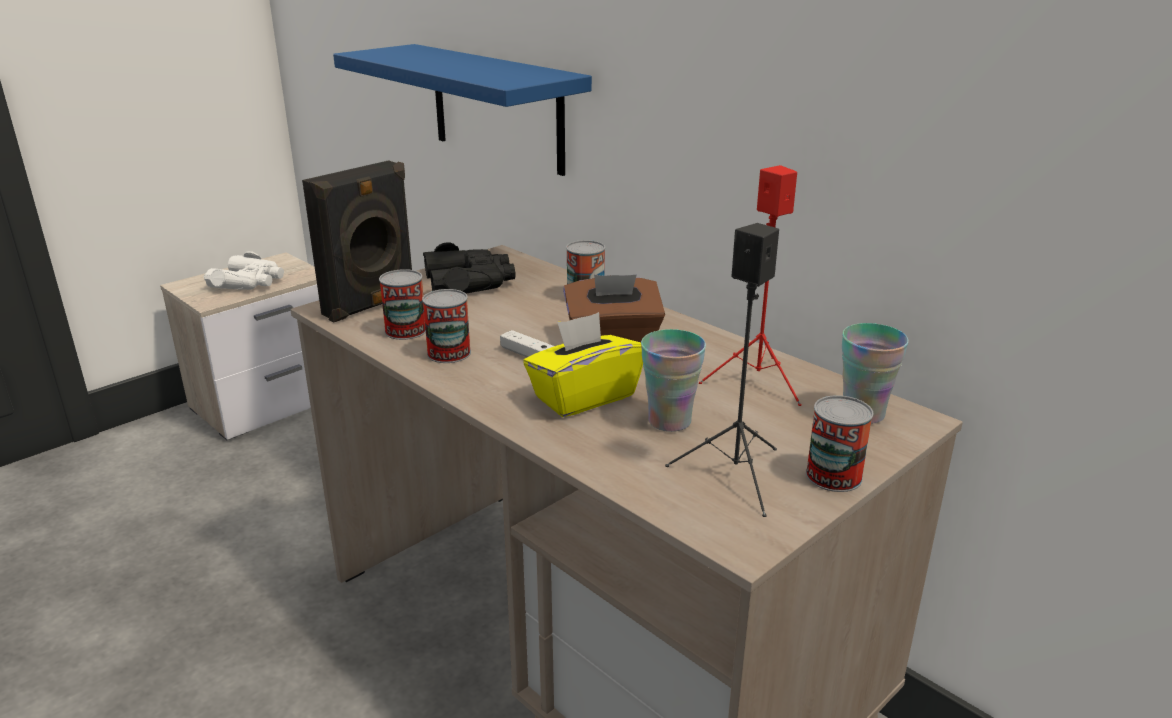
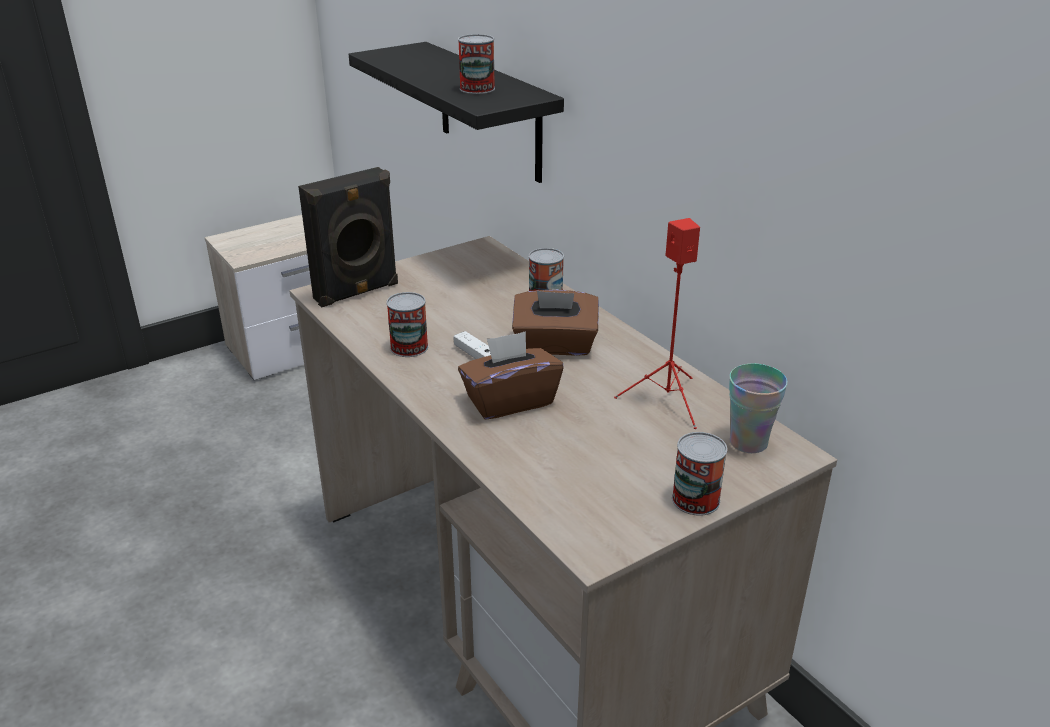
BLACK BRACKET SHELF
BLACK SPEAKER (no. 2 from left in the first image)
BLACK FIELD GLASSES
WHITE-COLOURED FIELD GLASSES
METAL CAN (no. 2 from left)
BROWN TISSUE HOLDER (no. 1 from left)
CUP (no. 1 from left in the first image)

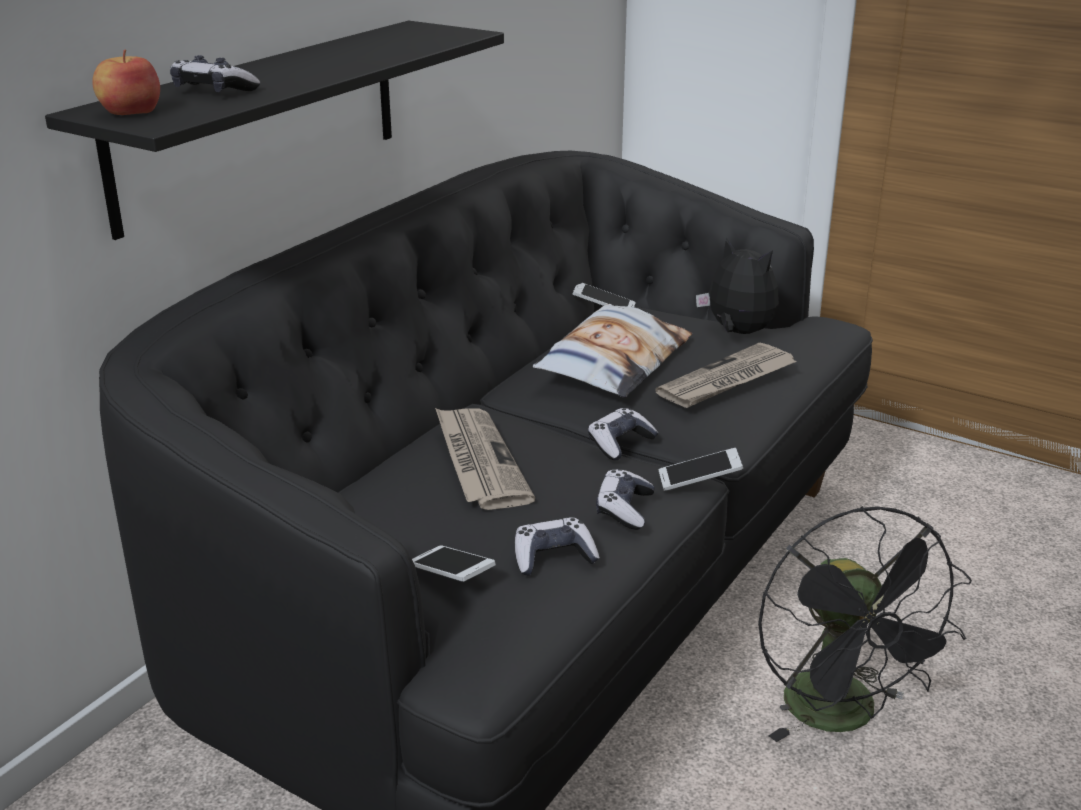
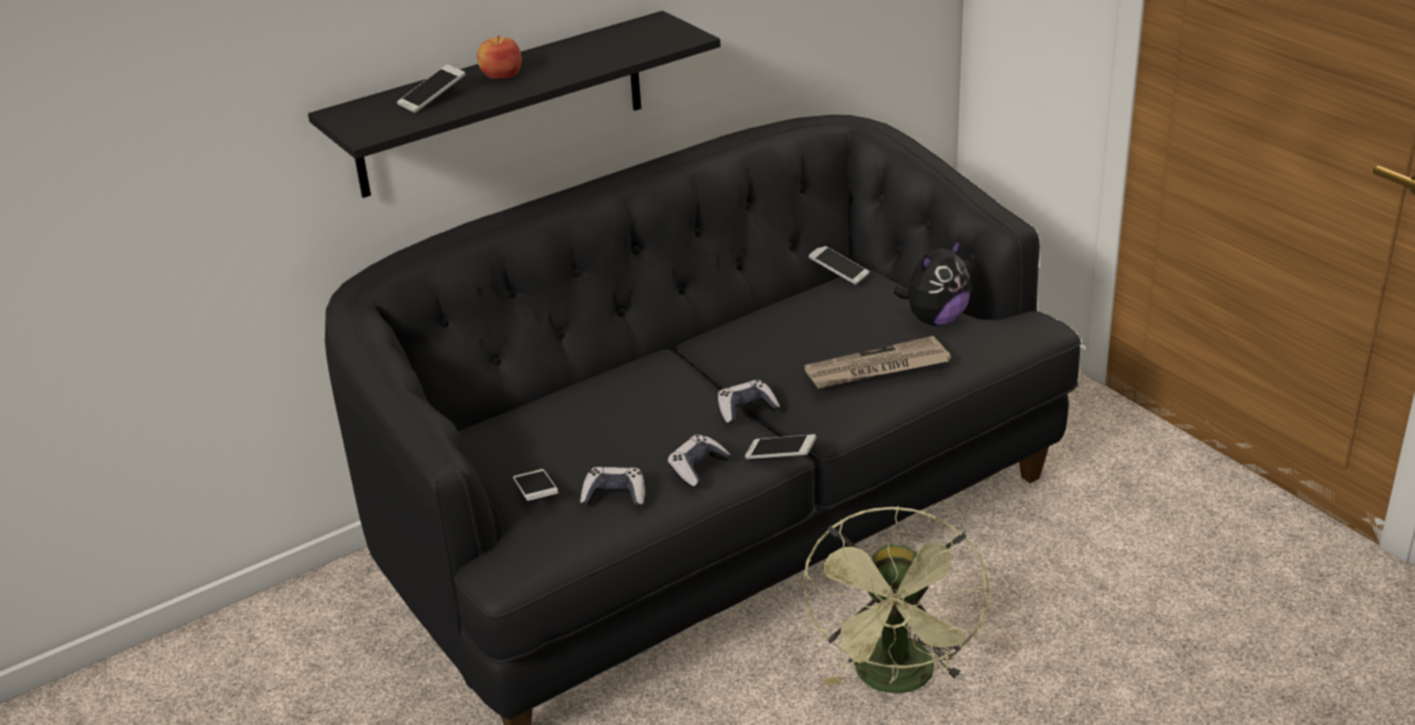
APPLE
HANDSET (no. 1 from left)
PLUSH TOY
THROW PILLOW
DAILY PAPER (no. 1 from left in the first image)
GREENISH COOLING FAN

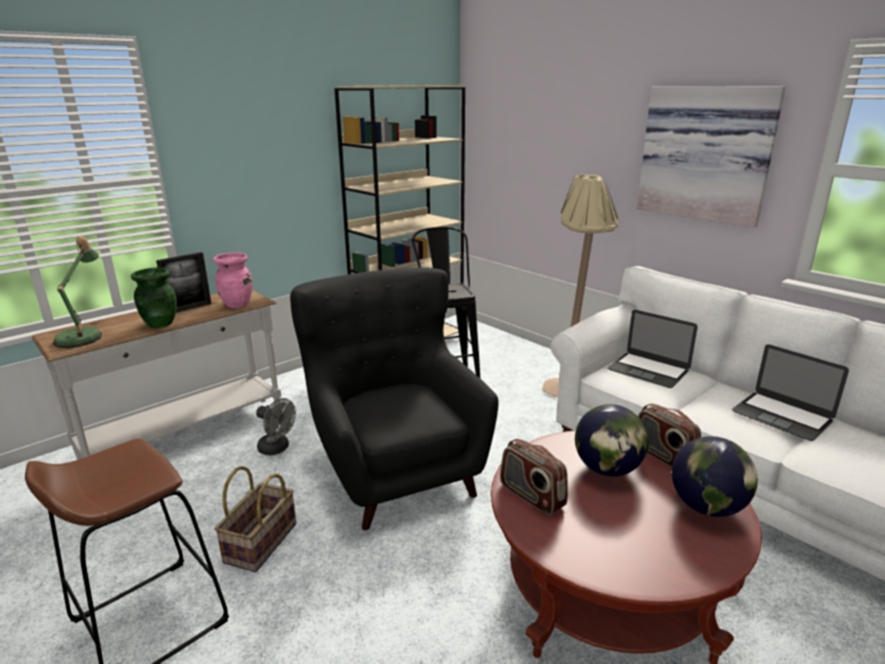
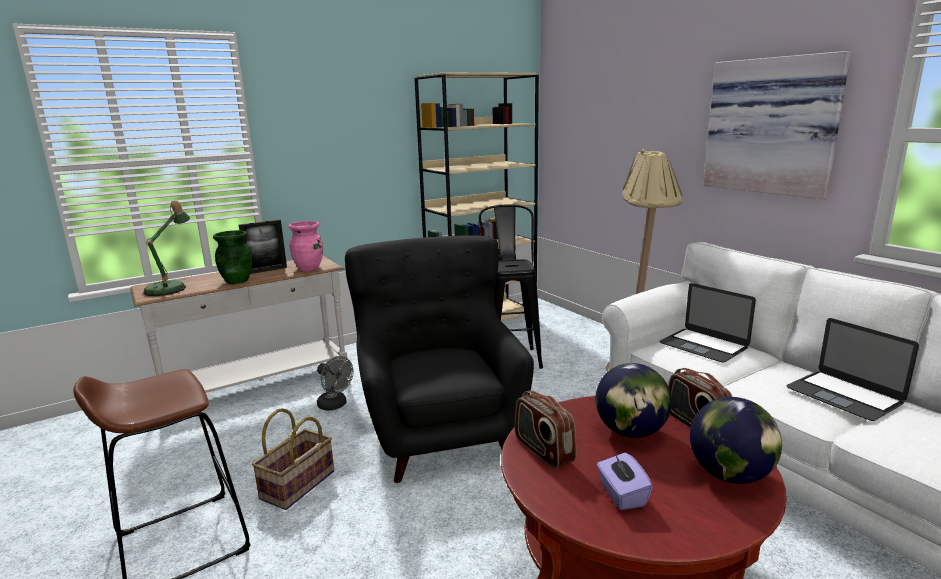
PURPLE-COLOURED TISSUE HOLDER

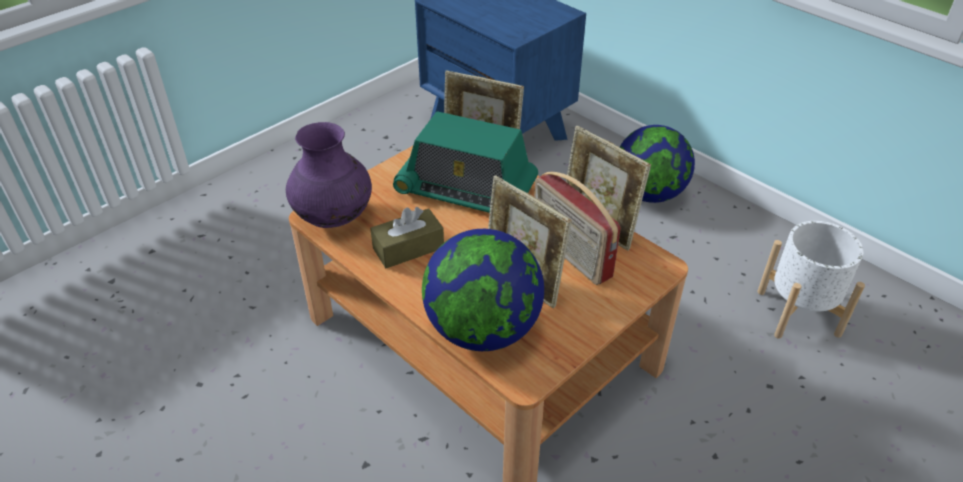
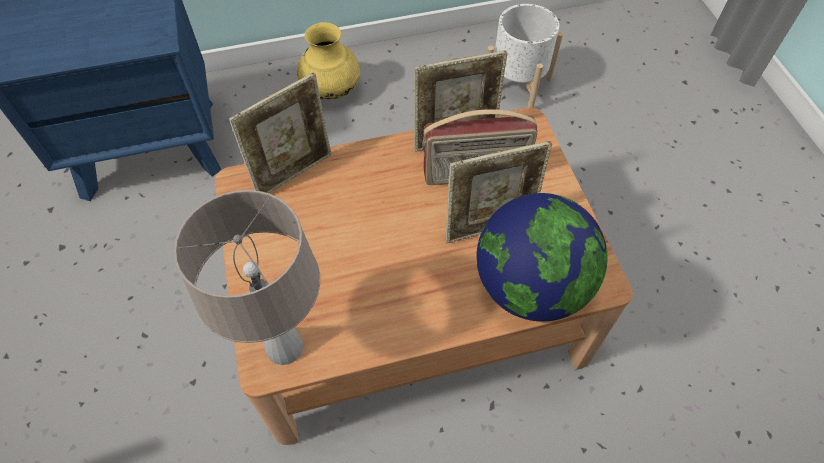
RADIO RECEIVER (no. 1 from left in the first image)
BEIGE-COLOURED TABLE LAMP
YELLOW-COLOURED DECORATIVE VASE
BROWN TISSUE HOLDER

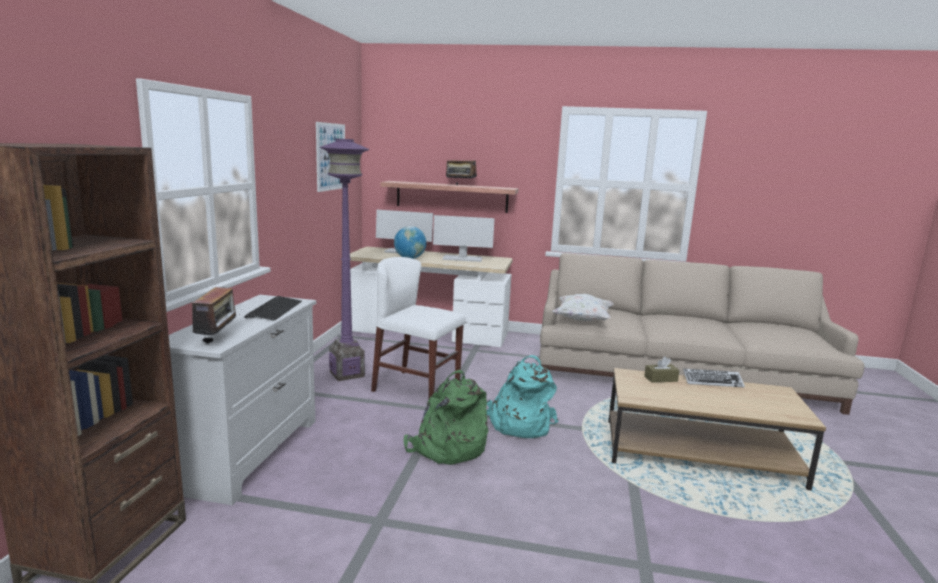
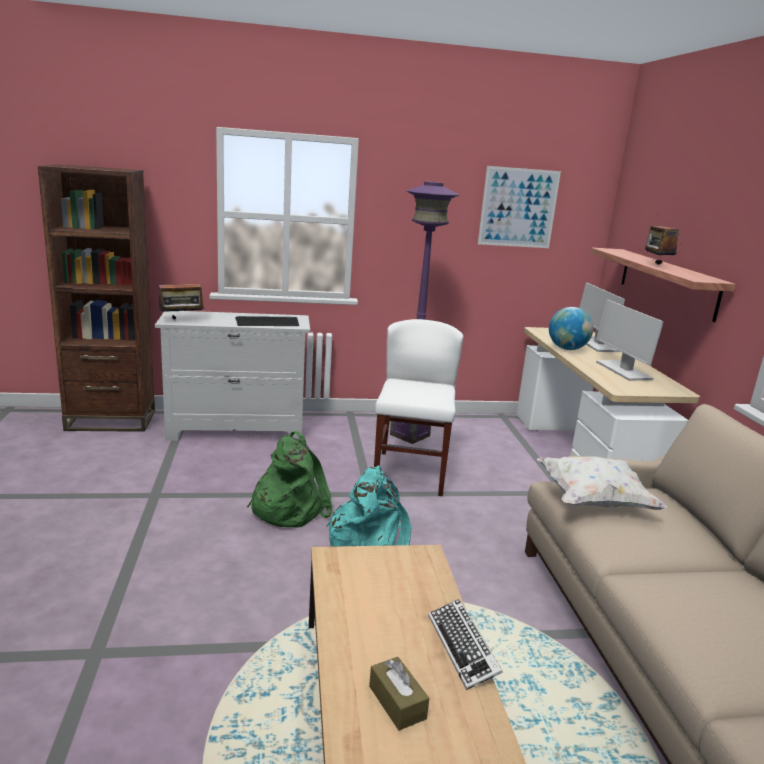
BROWN TISSUE HOLDER

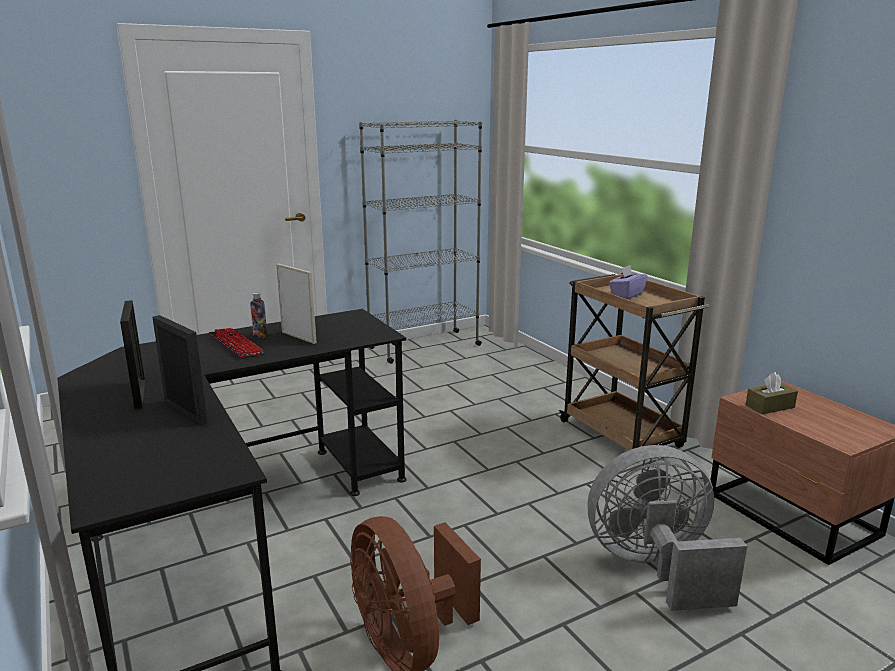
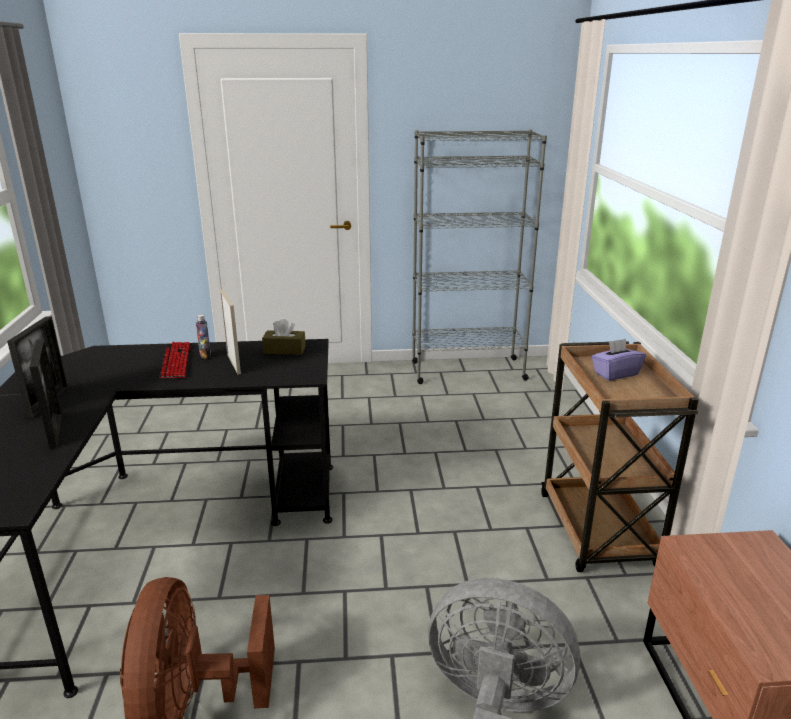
BROWN TISSUE HOLDER

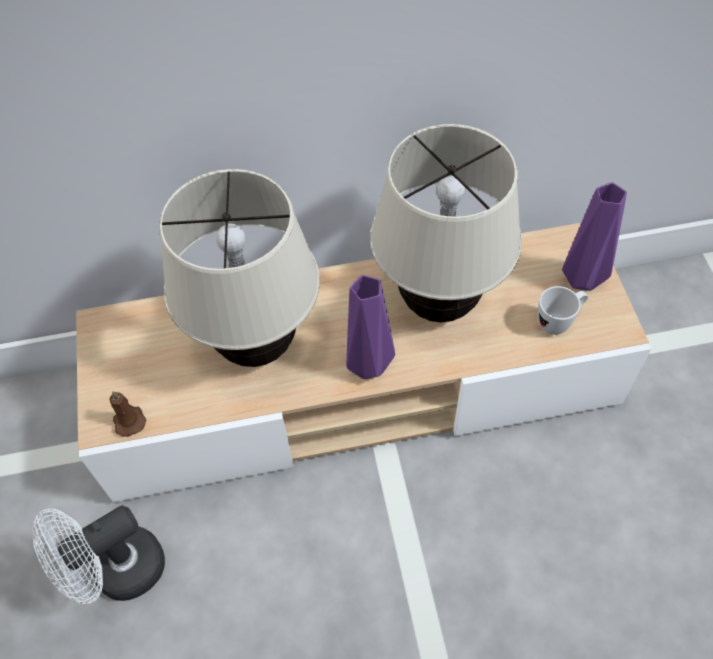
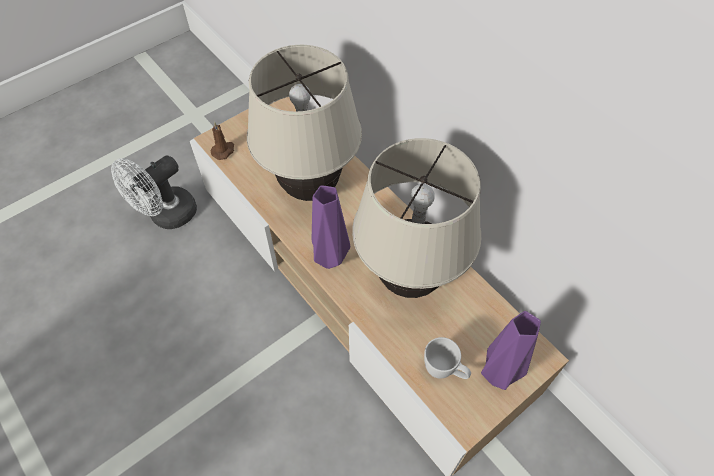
WHITE-COLOURED COOLING FAN

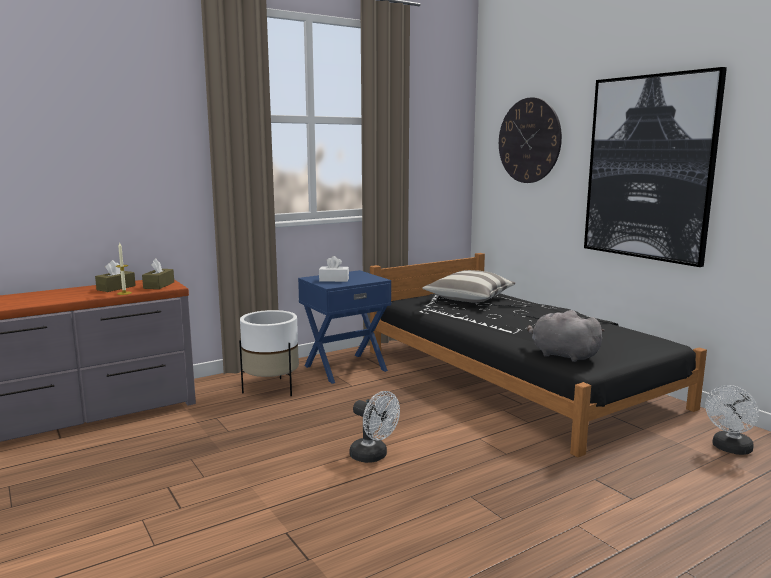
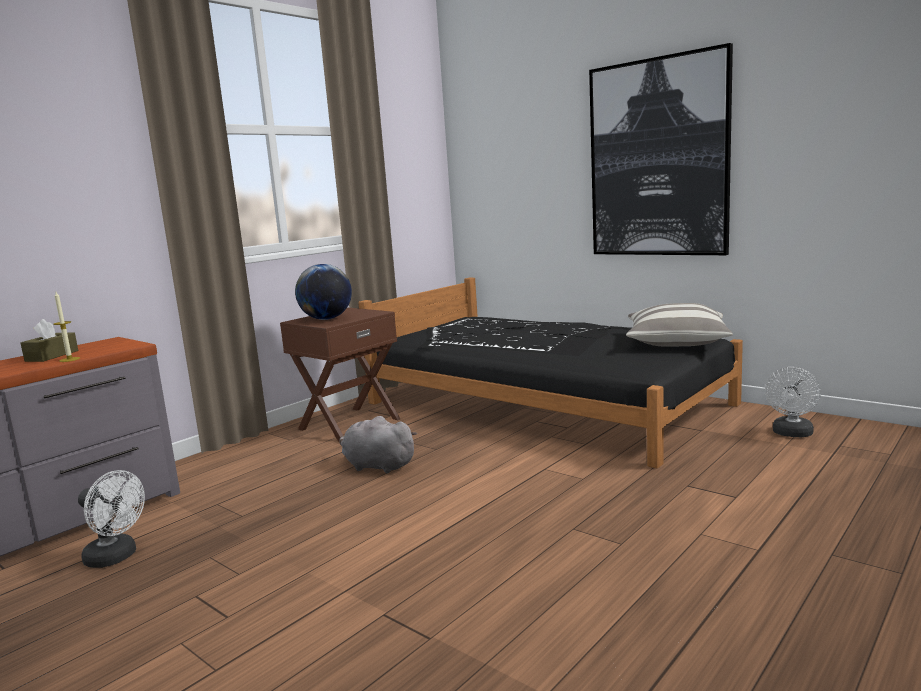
WALL CLOCK
DESK GLOBE
BROWN TISSUE HOLDER (no. 2 from left in the first image)
BROWN NIGHT TABLE
THROW PILLOW
WHITE-COLOURED FLOWER POT
GREY PLUSH TOY
WHITE-COLOURED COOLING FAN (no. 1 from left)

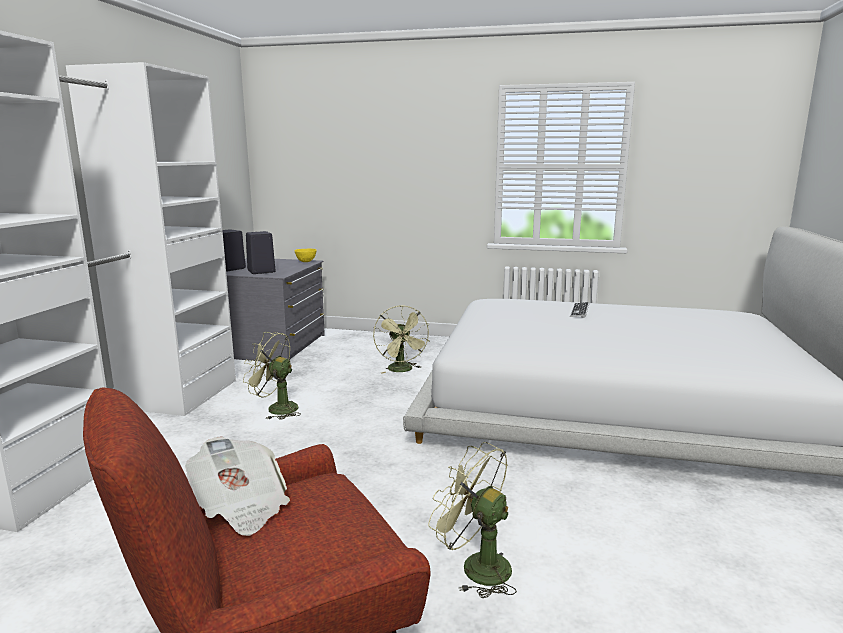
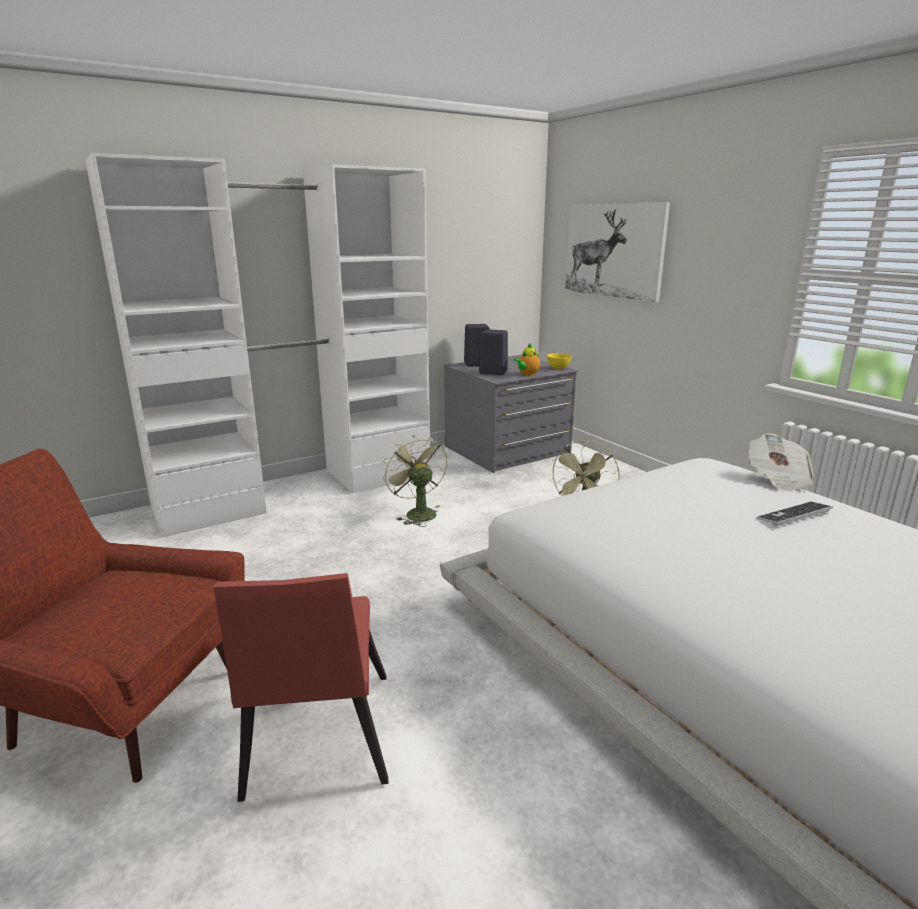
DAILY PAPER
RED-COLOURED UPRIGHT CHAIR
WALL PICTURE
POT FOR TEA

